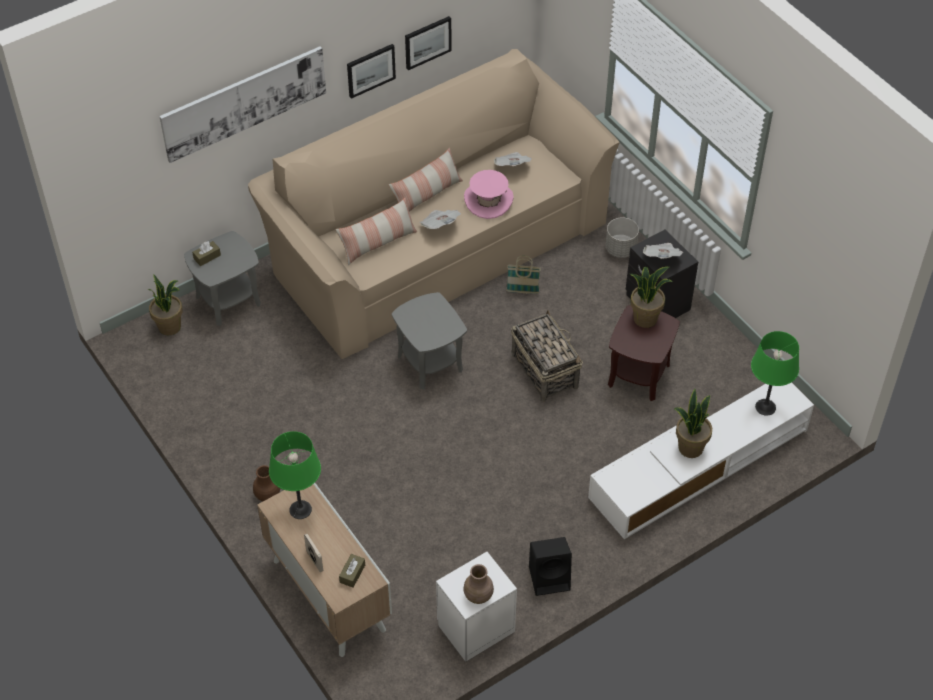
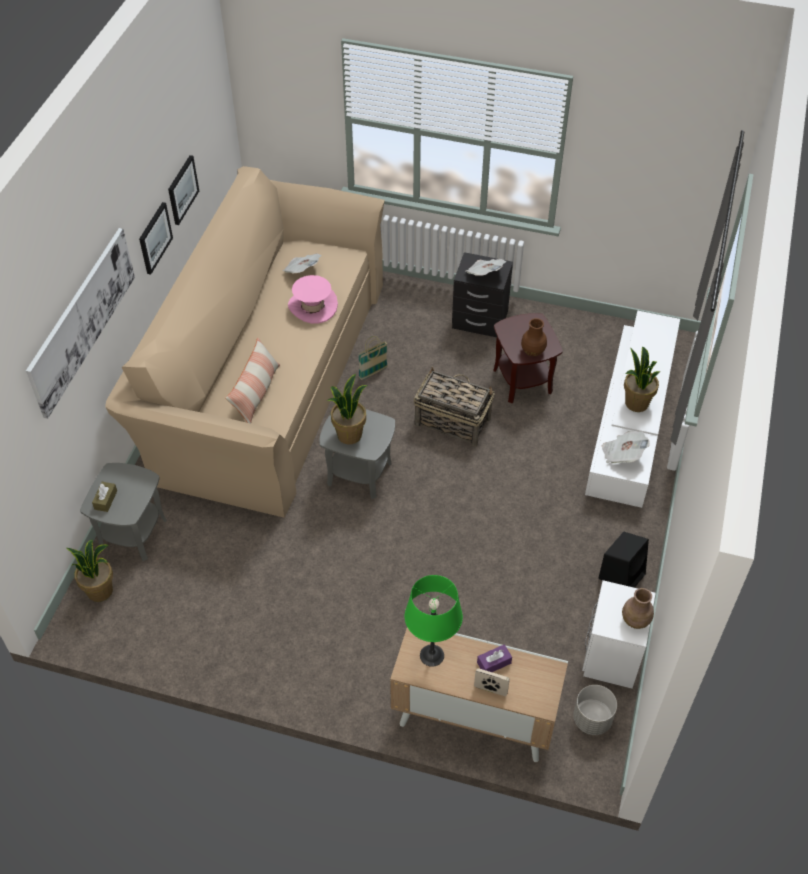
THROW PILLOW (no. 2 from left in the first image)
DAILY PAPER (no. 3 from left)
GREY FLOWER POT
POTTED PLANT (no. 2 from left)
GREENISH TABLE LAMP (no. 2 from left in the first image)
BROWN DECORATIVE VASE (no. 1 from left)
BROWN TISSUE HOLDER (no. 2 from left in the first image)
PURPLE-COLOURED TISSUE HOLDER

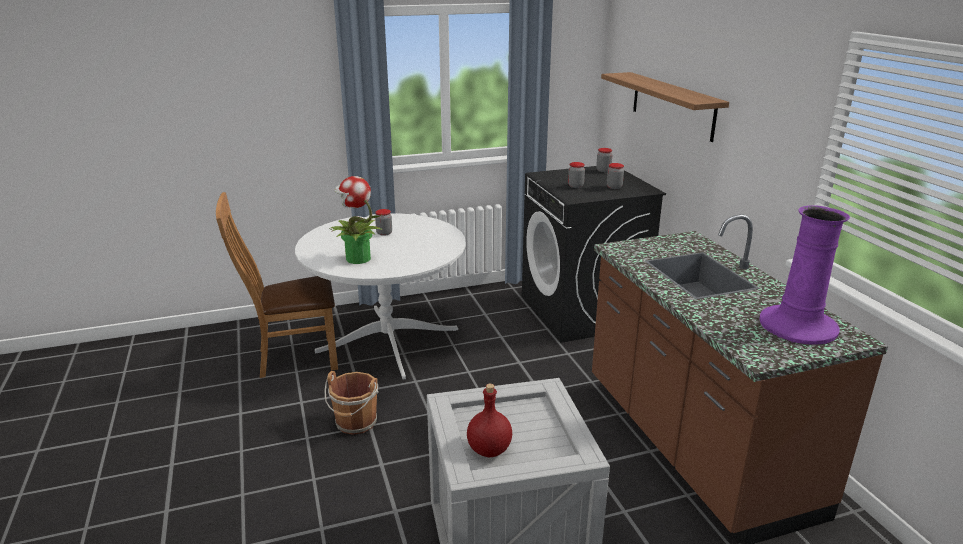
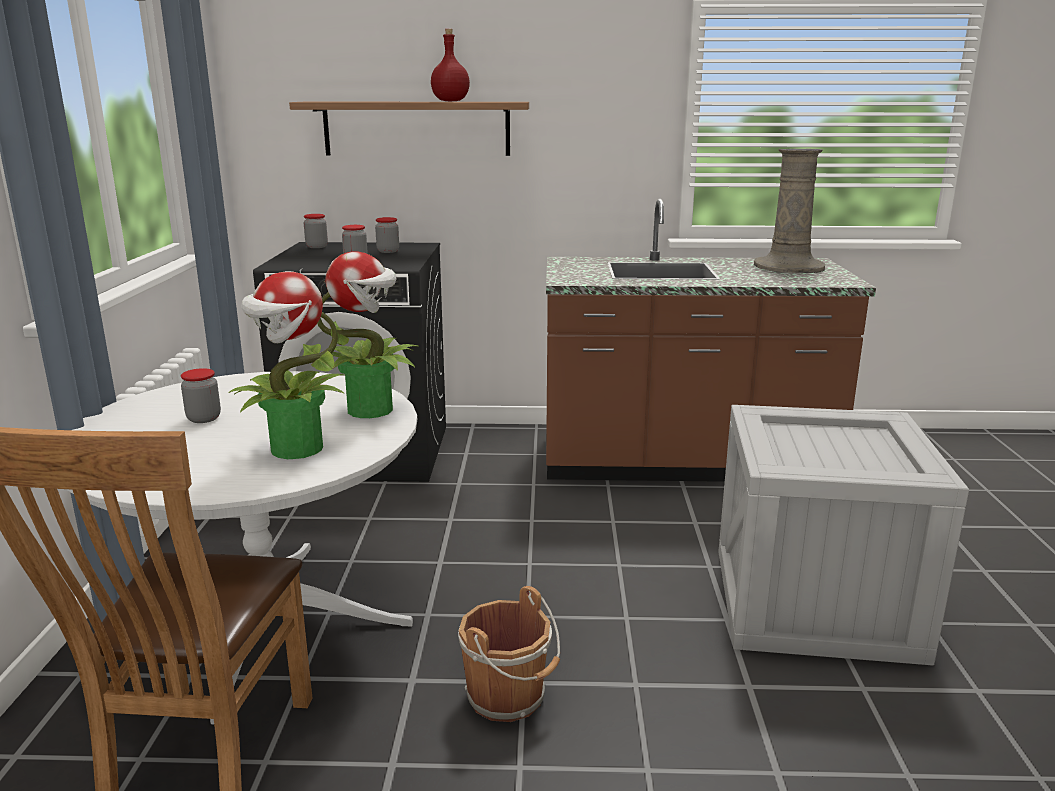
BEIGE-COLOURED DECORATIVE VASE
RED-COLOURED BEVERAGE BOTTLE
POTTED PLANT (no. 2 from left)

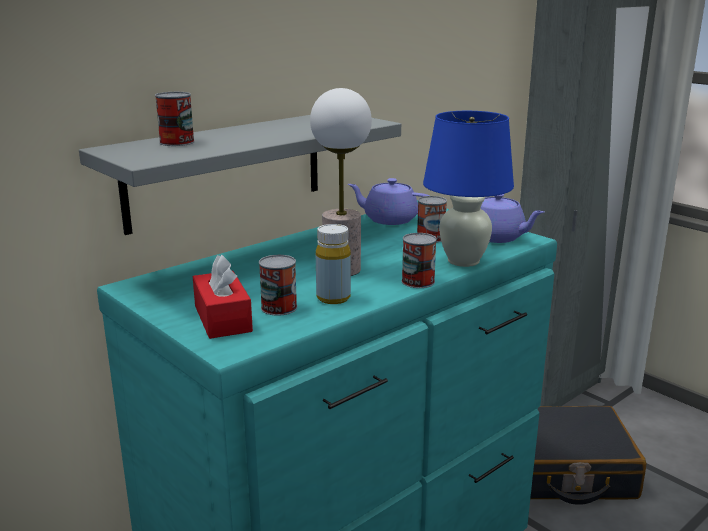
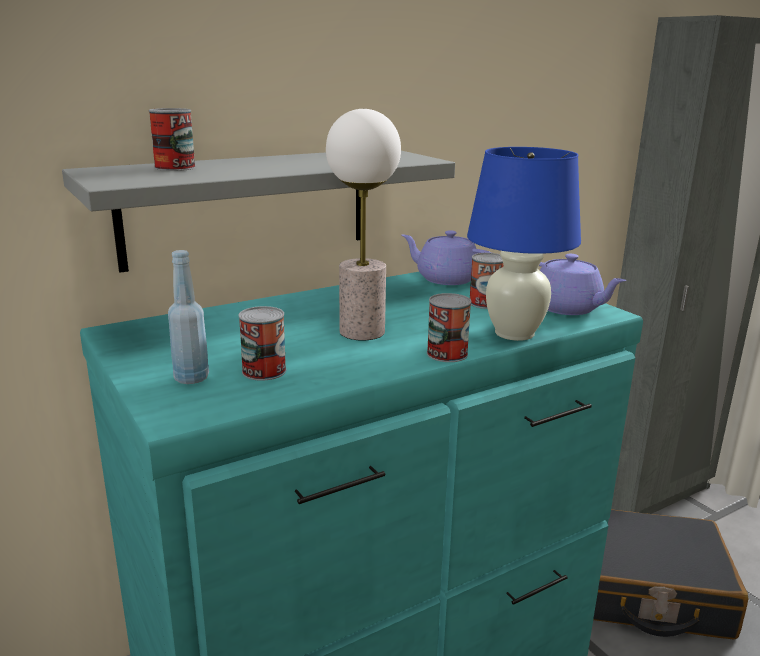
YELLOW-COLOURED BEVERAGE BOTTLE
BLUISH BEVERAGE BOTTLE

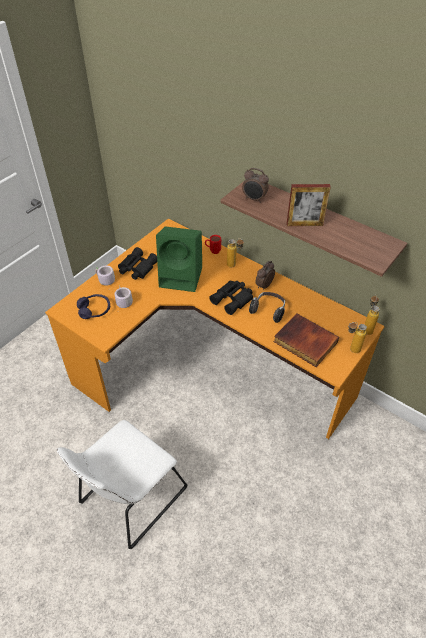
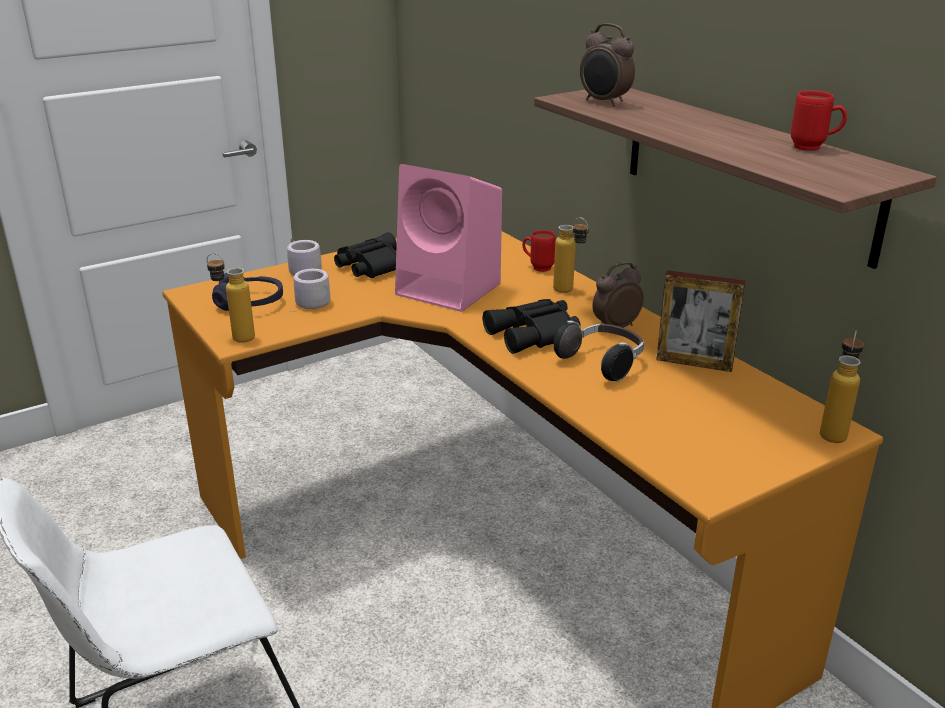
PICTURE FRAME
PINKISH SPEAKER
VOLUME
BEVERAGE BOTTLE (no. 1 from left)
RED-COLOURED MUG (no. 2 from left)

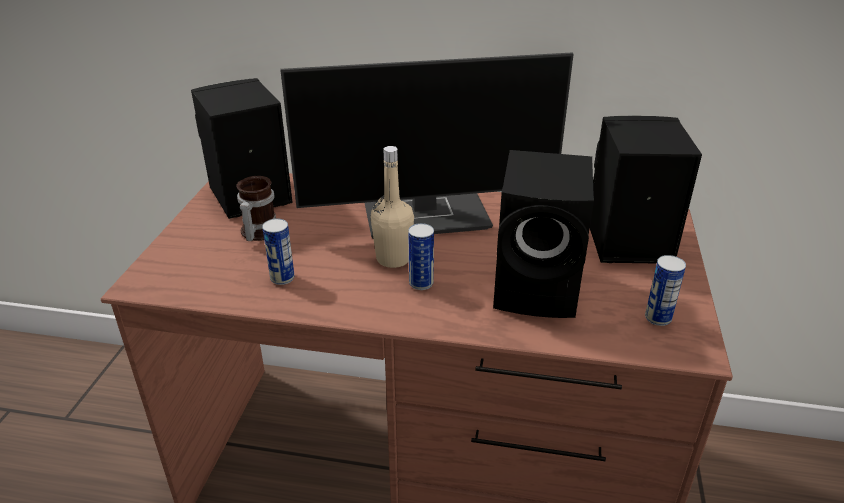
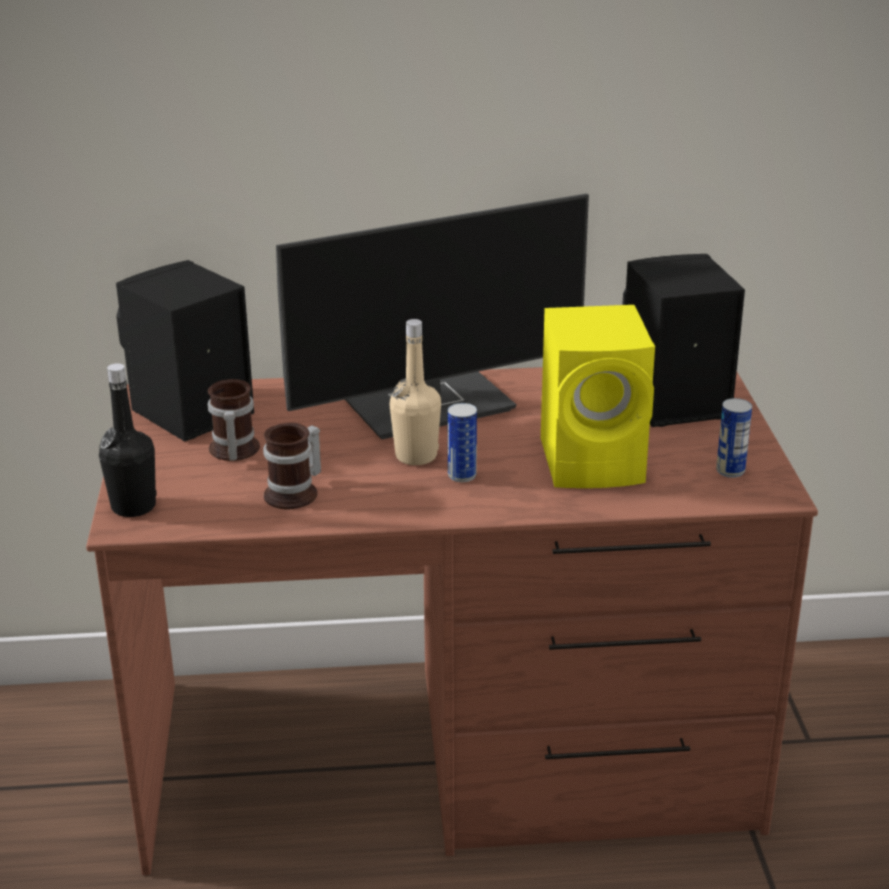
YELLOW-COLOURED SPEAKER
MUG (no. 2 from left)
BLACK BEVERAGE BOTTLE

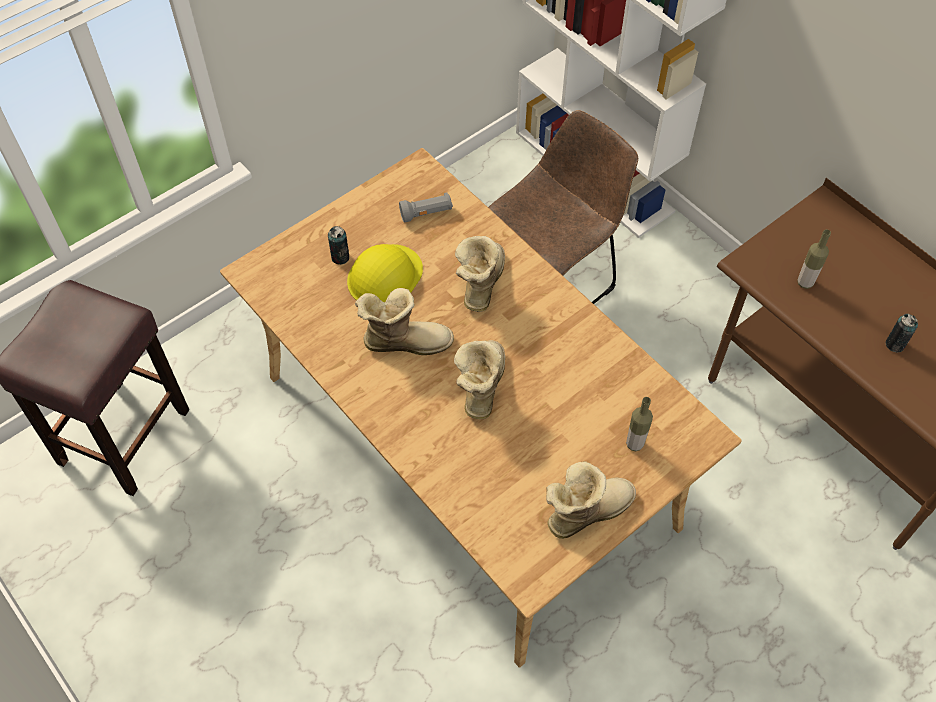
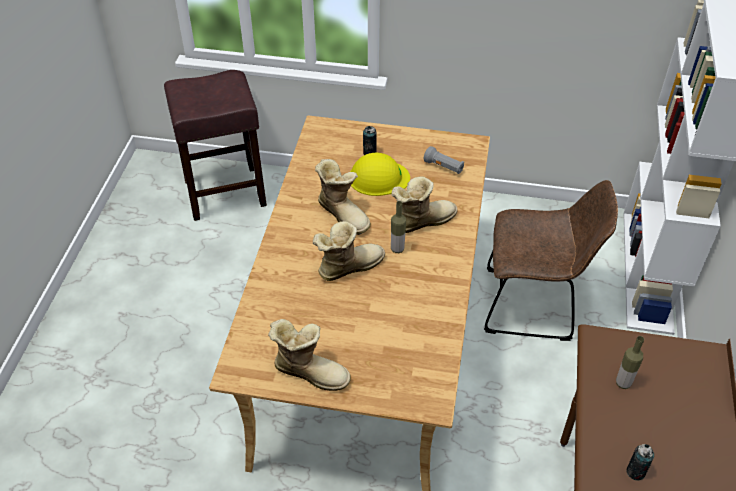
BEVERAGE BOTTLE (no. 1 from left)

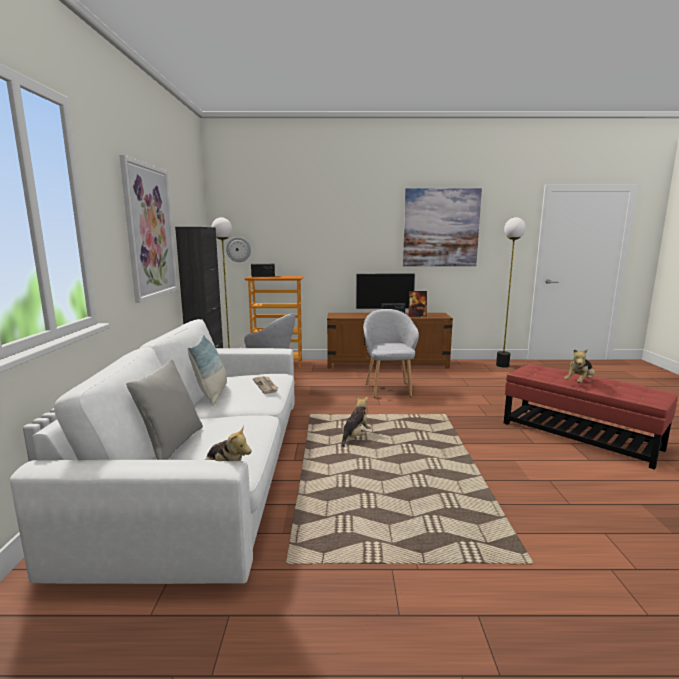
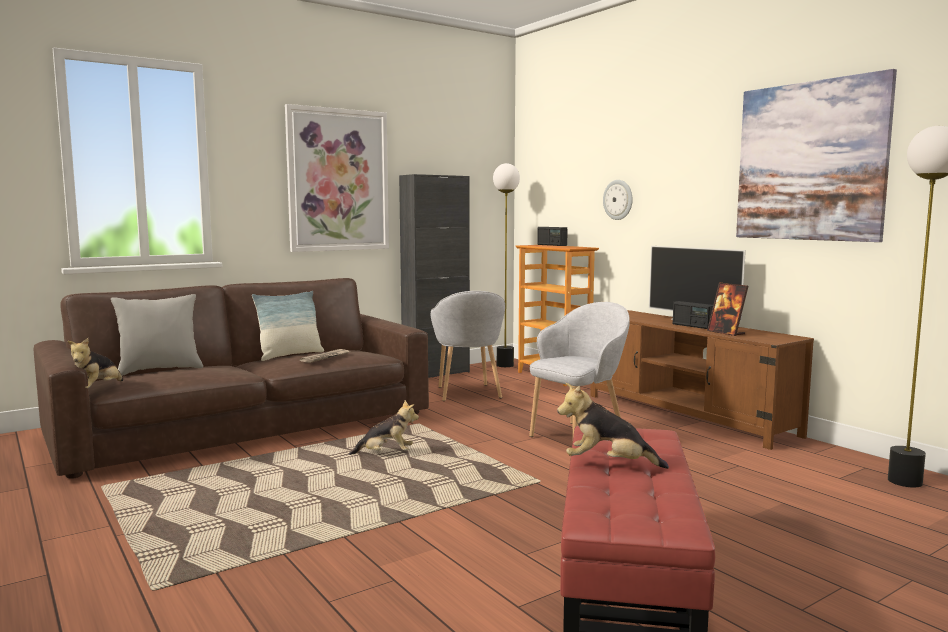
WALL CLOCK
BROWN COUCH

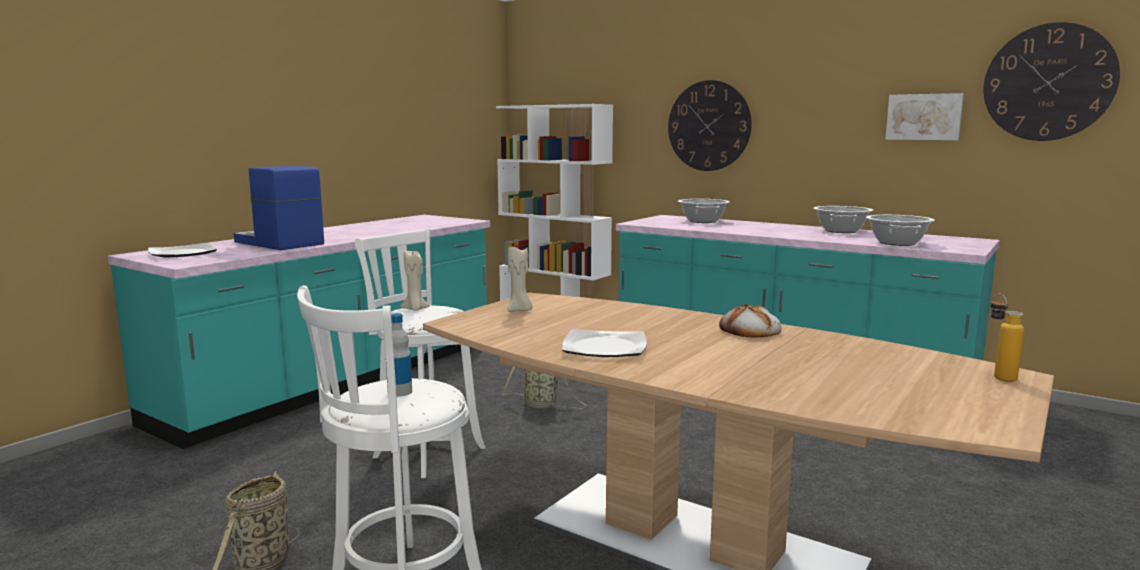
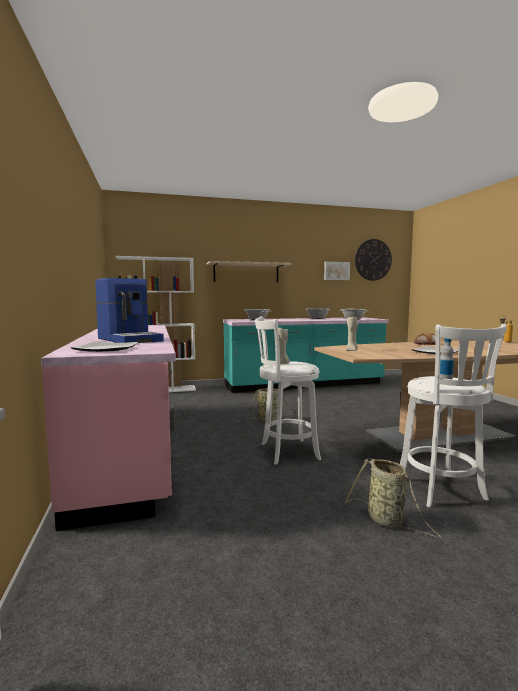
BEIGE-COLOURED BRACKET SHELF
COFFEE BREWER
PINKISH KITCHEN BASE UNIT

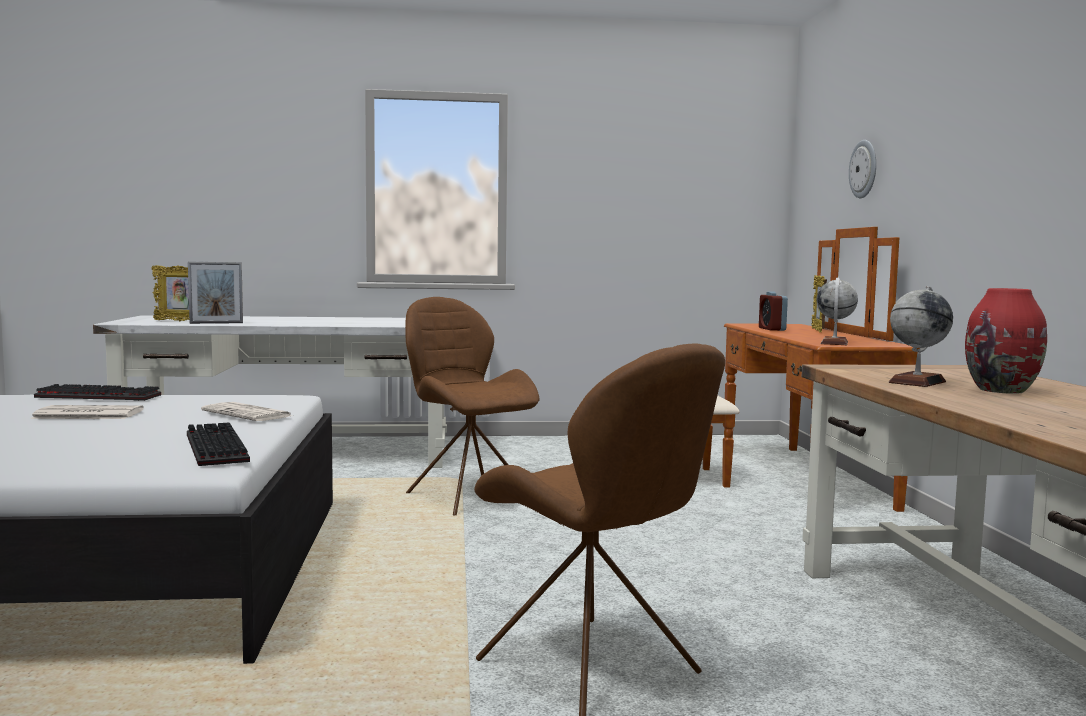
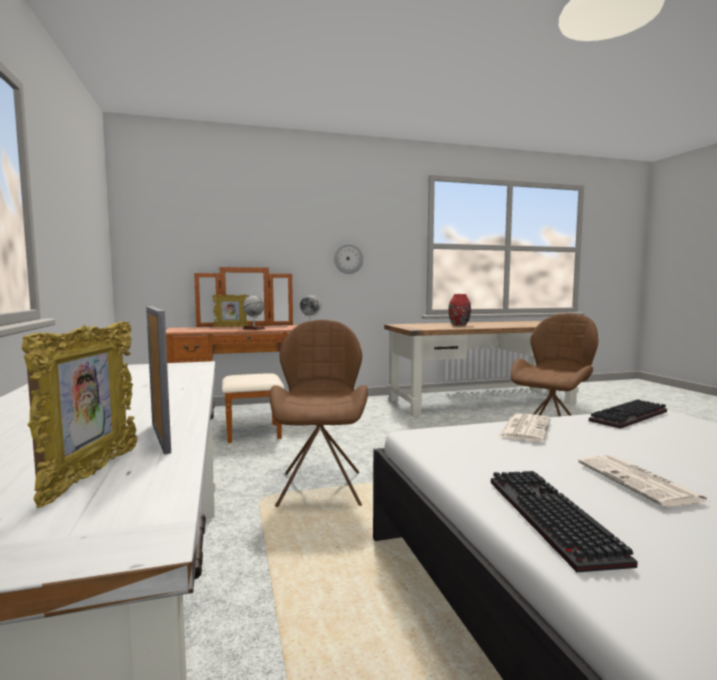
WALL CLOCK
DESK GLOBE (no. 1 from left)
BEDSIDE CLOCK
BROWN UPRIGHT CHAIR (no. 1 from left)

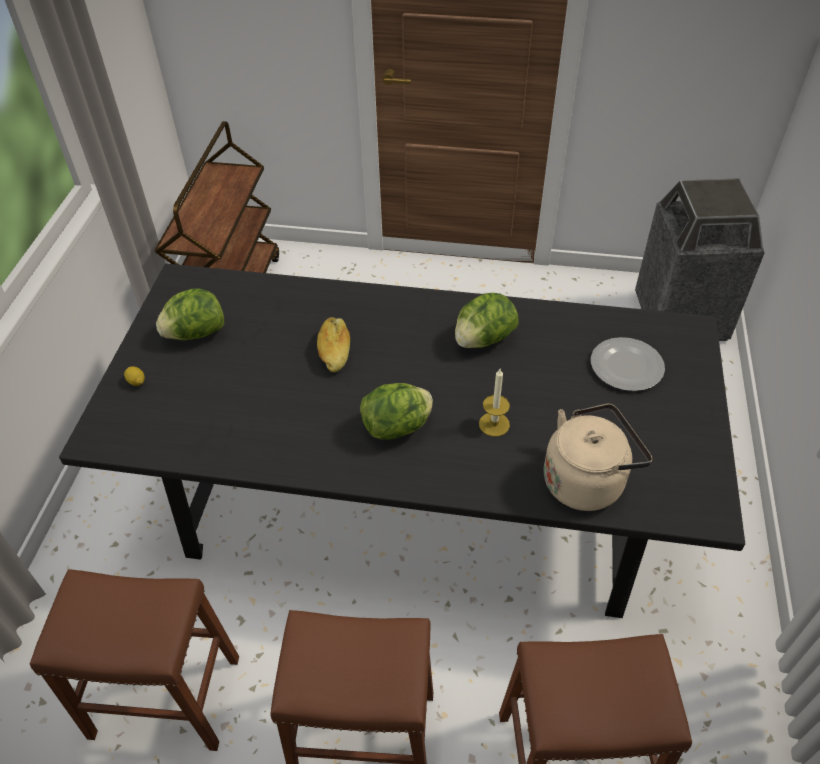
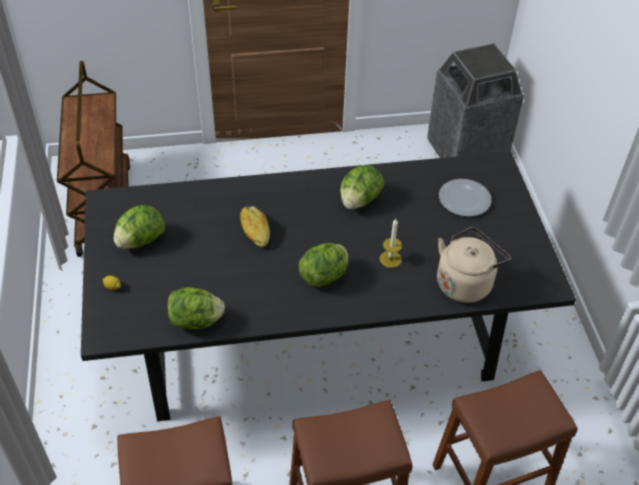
LETTUCE HEAD (no. 2 from left)

